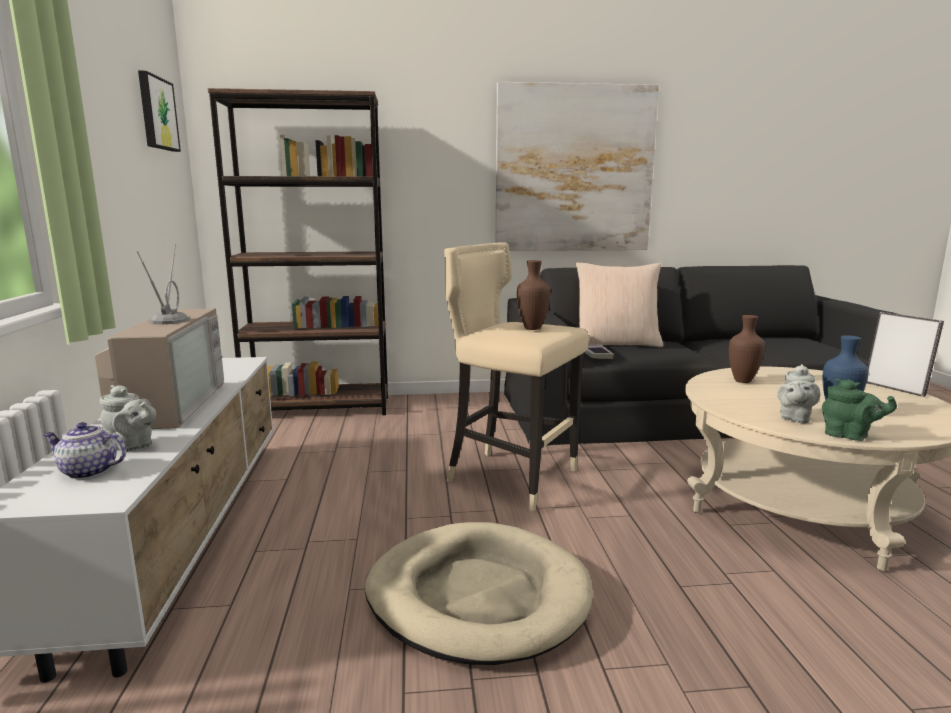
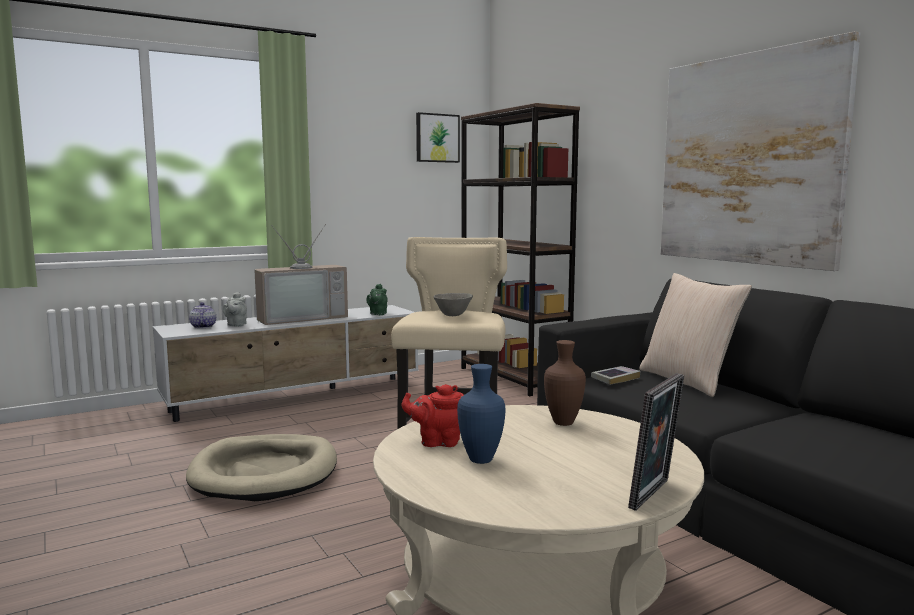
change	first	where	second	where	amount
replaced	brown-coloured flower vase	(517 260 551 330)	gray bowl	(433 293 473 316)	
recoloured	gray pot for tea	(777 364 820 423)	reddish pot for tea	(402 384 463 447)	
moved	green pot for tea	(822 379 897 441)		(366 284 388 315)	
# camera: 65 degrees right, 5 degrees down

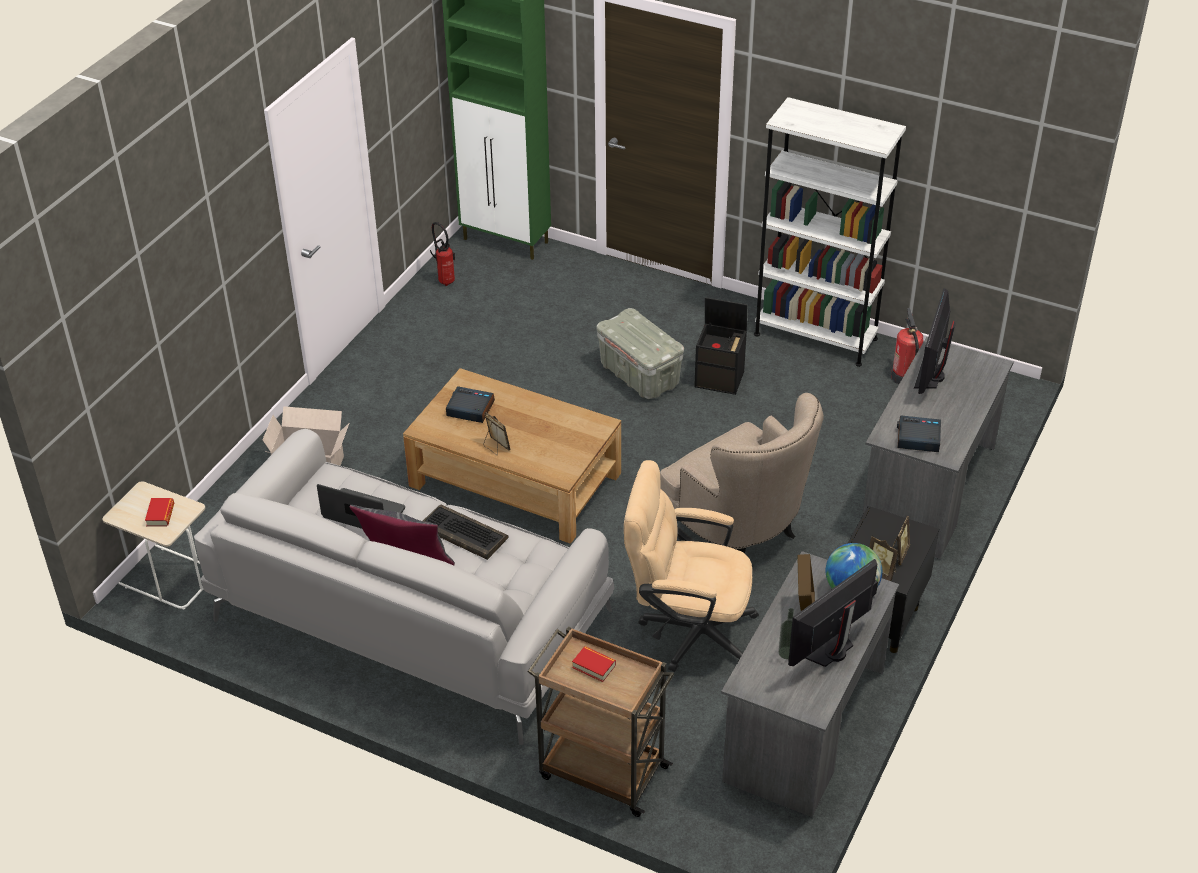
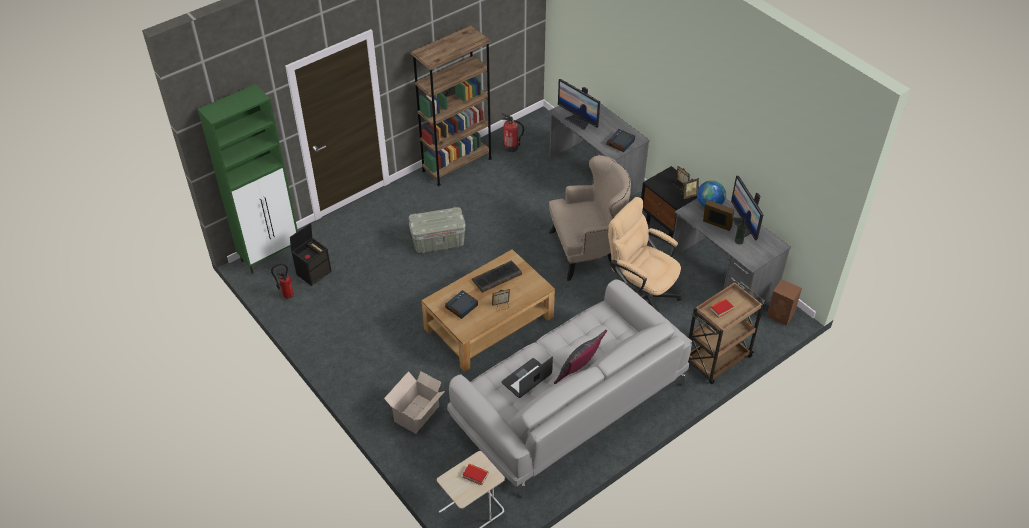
change	first	where	second	where	amount
recoloured	whitish bookshelf	(754 97 906 367)	brown-coloured bookshelf	(411 25 492 186)	
moved	black-coloured storage bin	(694 297 747 395)		(290 223 332 286)	
turned	sand-coloured desk chair	(624 460 759 672)		(608 197 682 313)	90 degrees clockwise
moved	computer keyboard	(423 505 508 560)		(472 261 522 293)	
added			brown-coloured audio speaker	(767 279 802 326)	
# camera: 65 degrees left, 5 degrees up

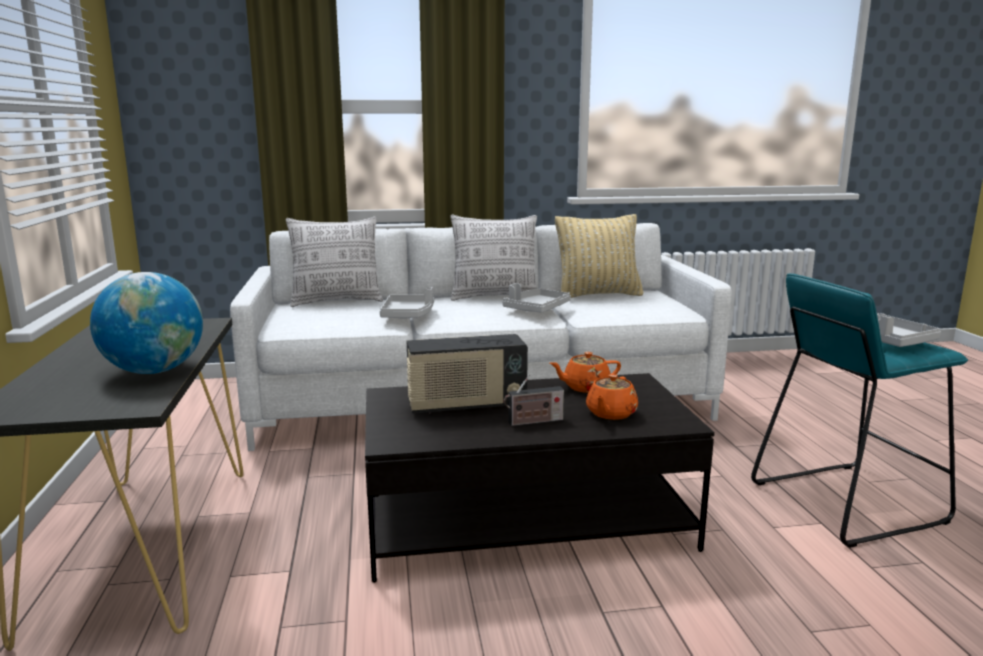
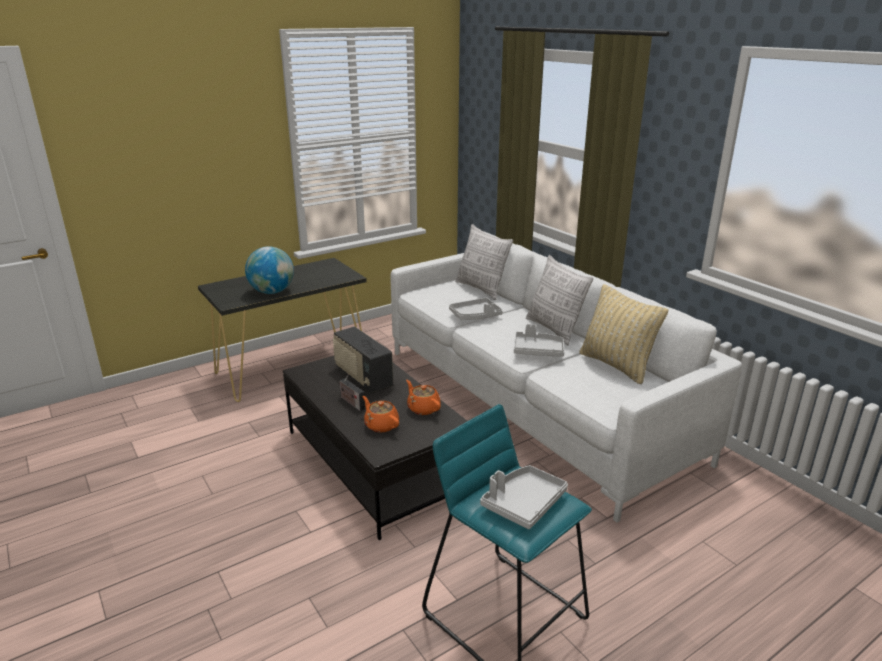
change	first	where	second	where	amount
turned	orangey pot for tea	(586 374 638 420)		(362 396 399 433)	45 degrees clockwise
# camera: 65 degrees right, 10 degrees up

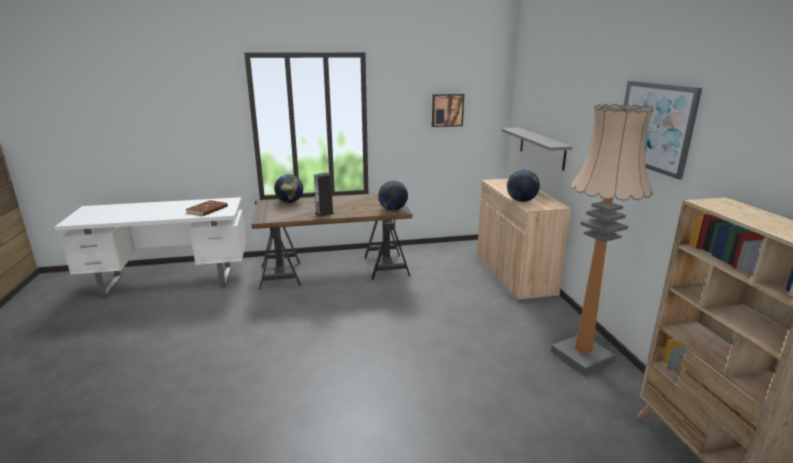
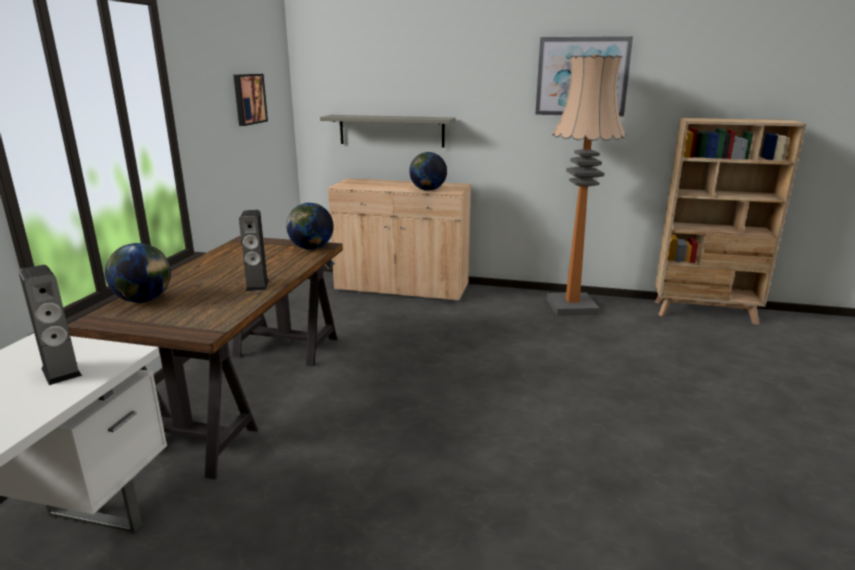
change	first	where	second	where	amount
replaced	brown-coloured volume	(186 200 228 216)	audio speaker	(18 265 82 385)	
# camera: 65 degrees left, 0 degrees up

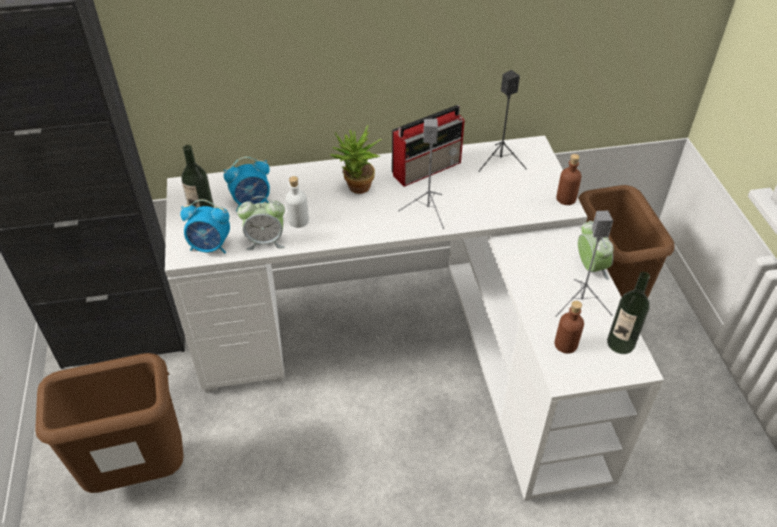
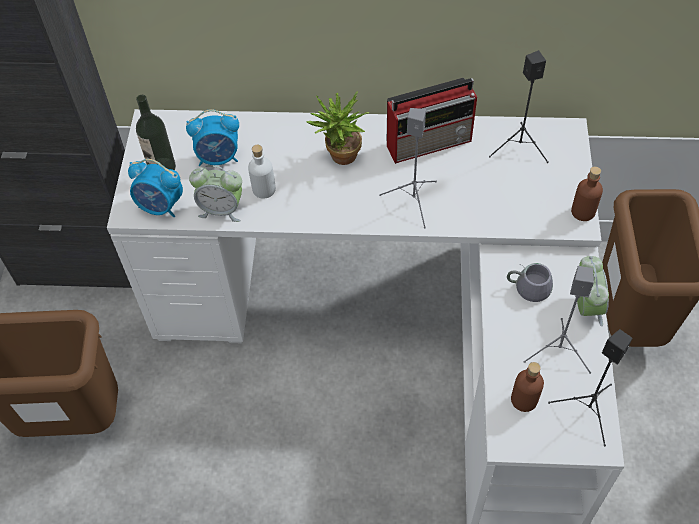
change	first	where	second	where	amount
replaced	beverage bottle	(607 272 650 354)	black-coloured audio speaker	(548 329 633 446)	
added			gray mug	(507 263 553 302)	
# camera: 15 degrees right, 10 degrees up

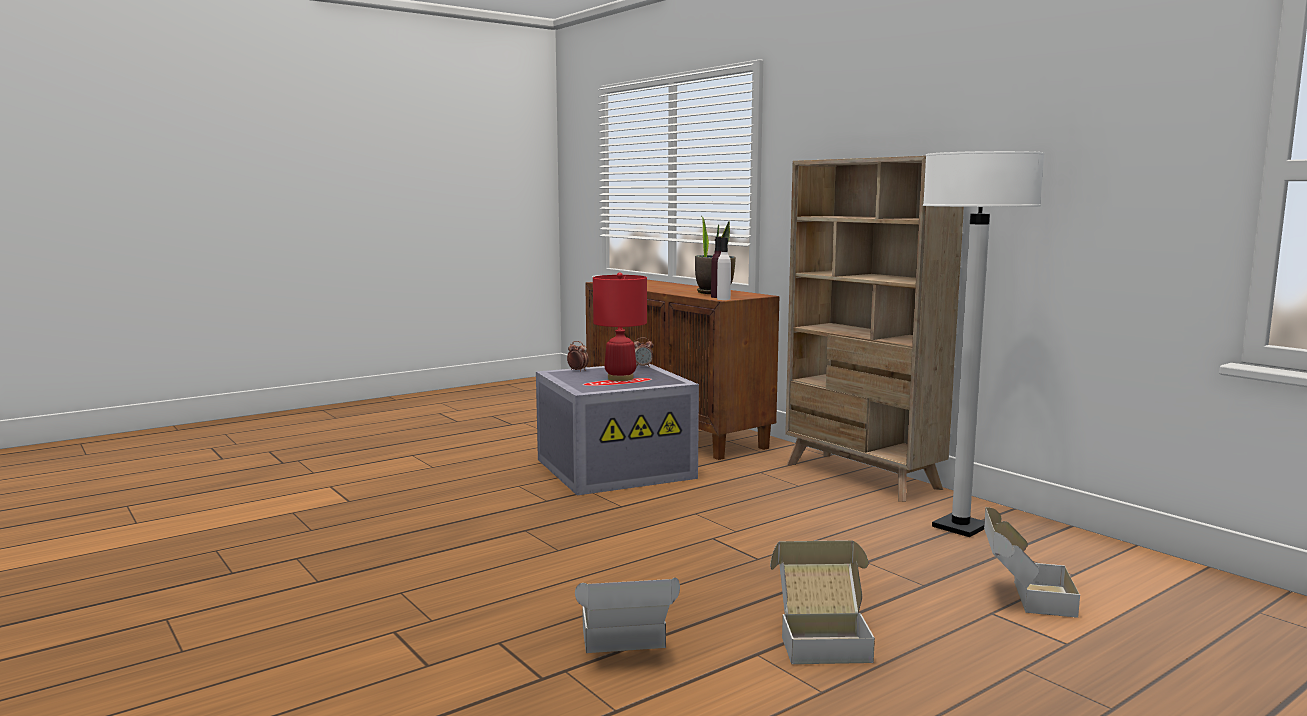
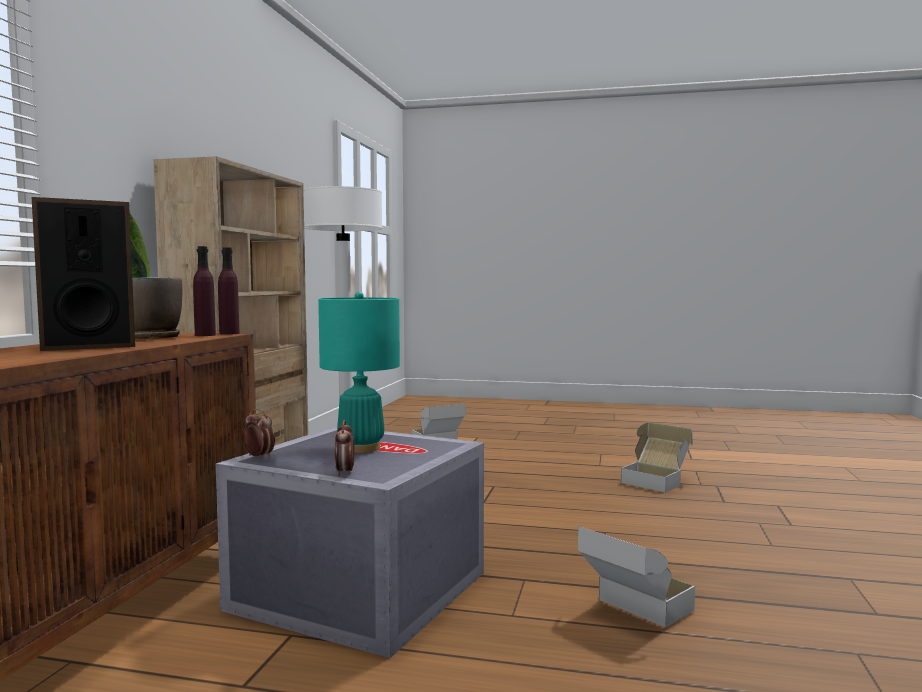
change	first	where	second	where	amount
recoloured	whitish beverage bottle	(717 238 731 300)	purple beverage bottle	(218 247 240 335)	
recoloured	reddish lamp for a table	(593 272 647 381)	turquoise-coloured lamp for a table	(318 292 400 453)	
moved	carton	(770 540 875 664)		(578 525 695 628)	
added			audio speaker	(31 197 135 351)	
# camera: 130 degrees left, 5 degrees down

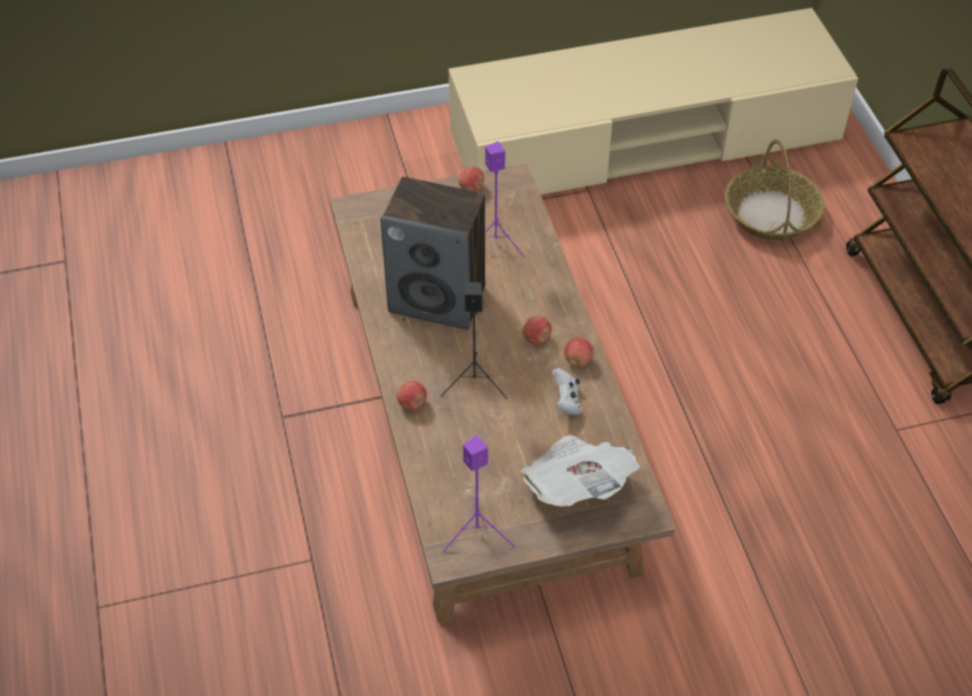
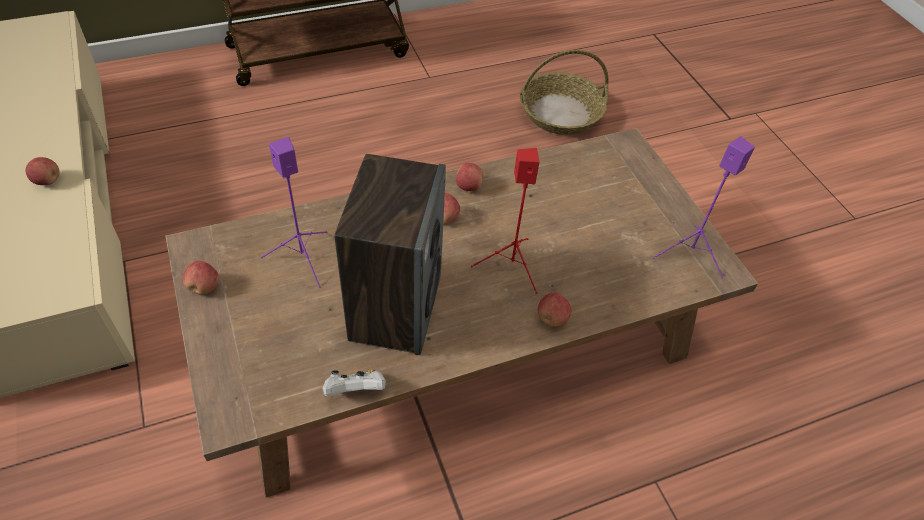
change	first	where	second	where	amount
moved	household basket	(725 139 824 240)		(520 50 609 135)	
recoloured	black-coloured audio speaker	(440 282 507 399)	reddish audio speaker	(471 148 539 294)	
moved	whitish gamepad	(552 368 582 415)		(323 369 386 397)	
removed	printed paper	(520 435 640 507)			
added			whole apple	(26 157 60 185)	
# camera: 100 degrees left, 0 degrees up

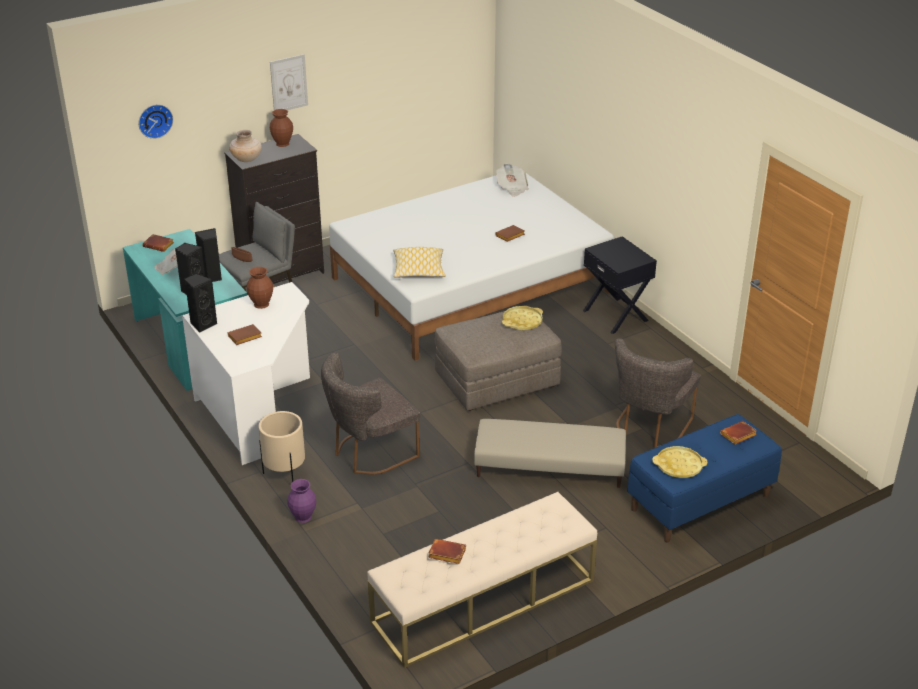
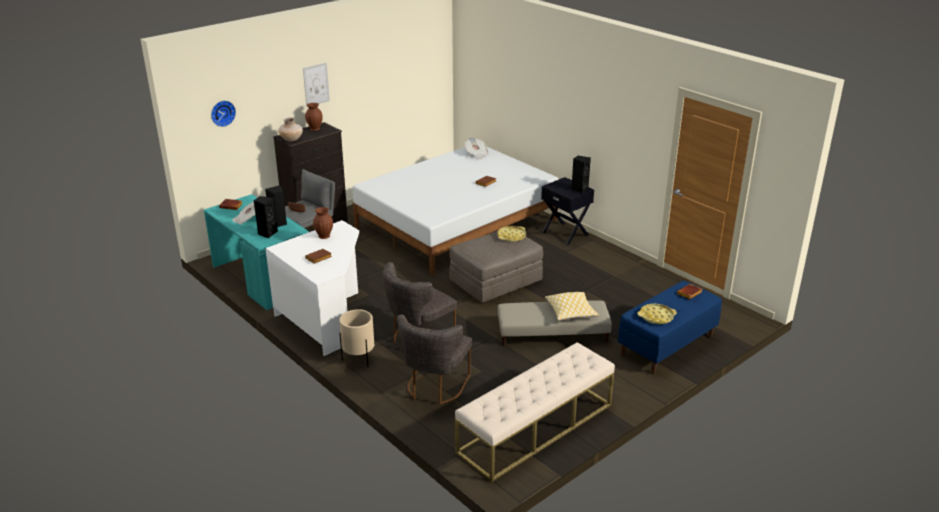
change	first	where	second	where	amount
moved	throw pillow	(393 247 446 278)		(545 292 599 321)	
moved	black-coloured audio speaker	(185 273 218 333)		(571 156 591 193)	
moved	gray upright chair	(615 338 701 448)		(397 314 472 405)	
removed	purple flower vase	(287 479 316 523)			
removed	brown-coloured volume	(428 539 466 564)			
# camera: 10 degrees left, 5 degrees down

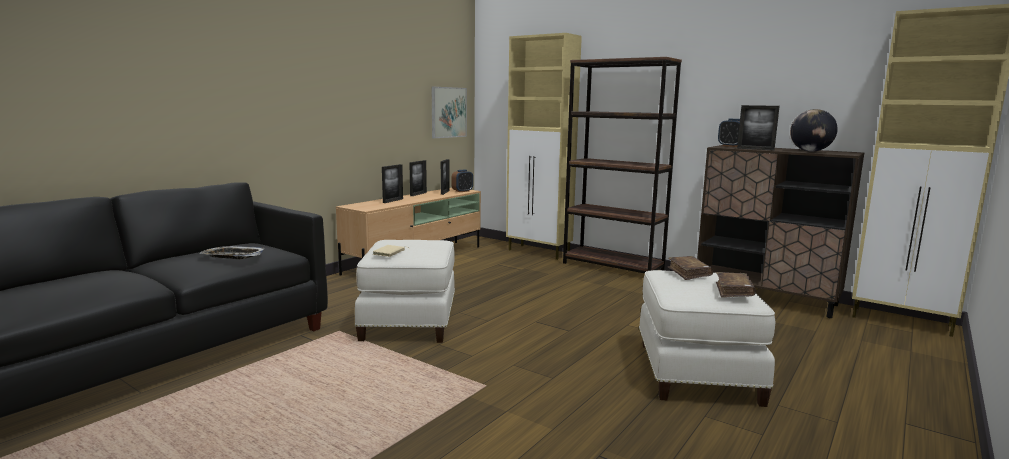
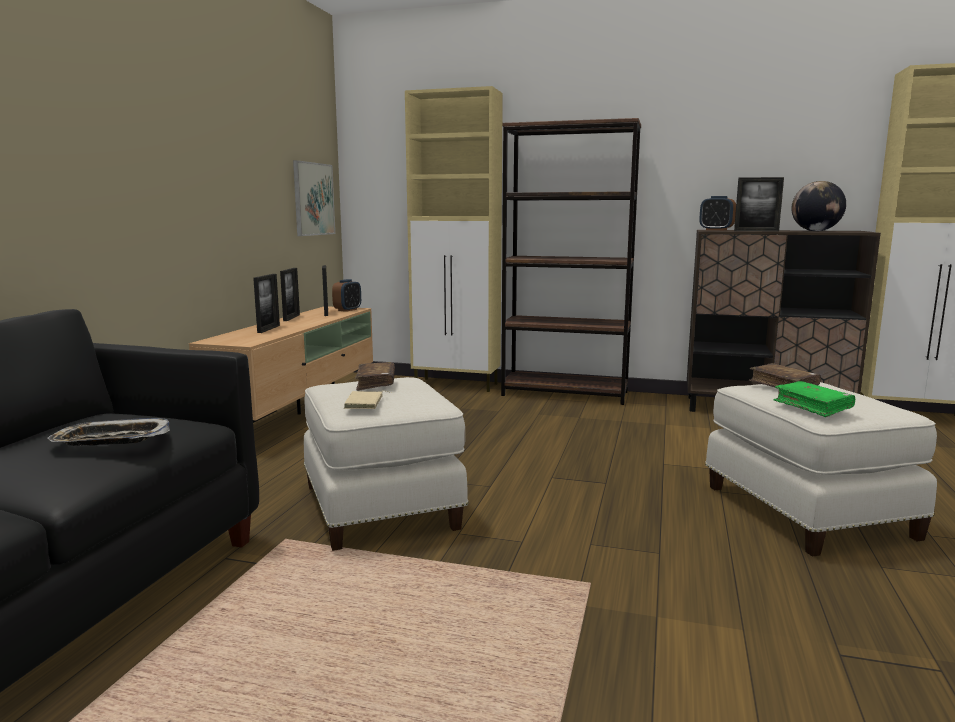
change	first	where	second	where	amount
moved	brown-coloured volume	(716 272 756 297)		(355 362 395 391)	
added			green volume	(774 381 855 417)	
# camera: 20 degrees left, 0 degrees up

